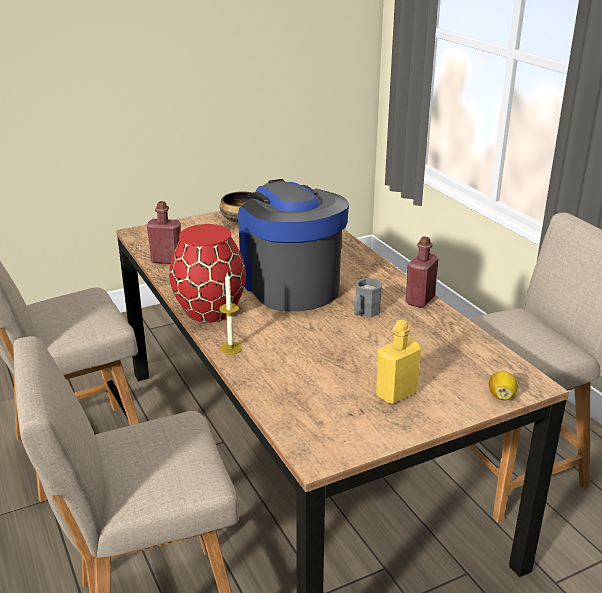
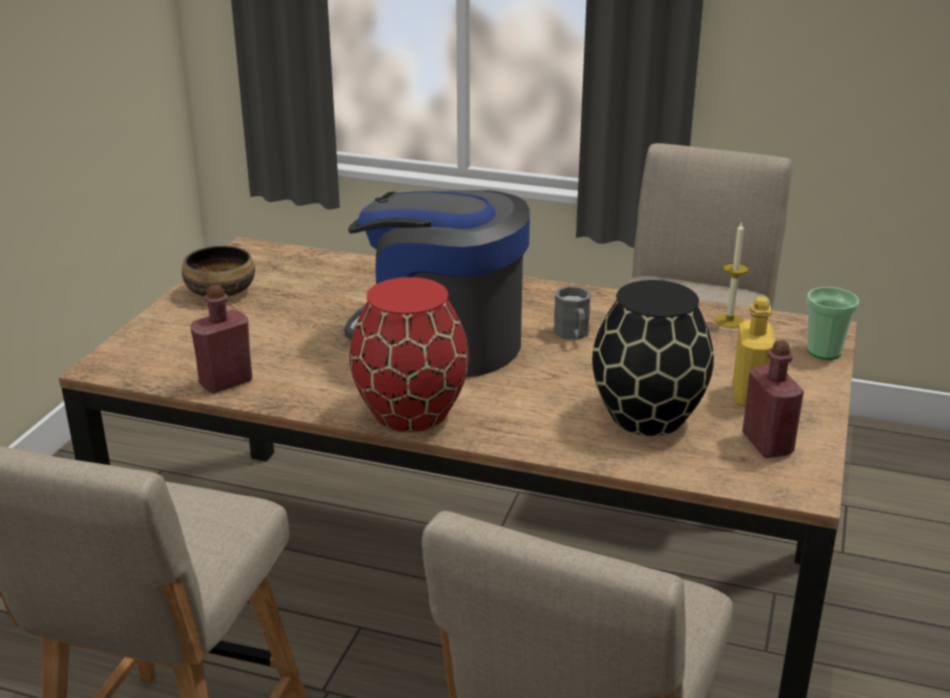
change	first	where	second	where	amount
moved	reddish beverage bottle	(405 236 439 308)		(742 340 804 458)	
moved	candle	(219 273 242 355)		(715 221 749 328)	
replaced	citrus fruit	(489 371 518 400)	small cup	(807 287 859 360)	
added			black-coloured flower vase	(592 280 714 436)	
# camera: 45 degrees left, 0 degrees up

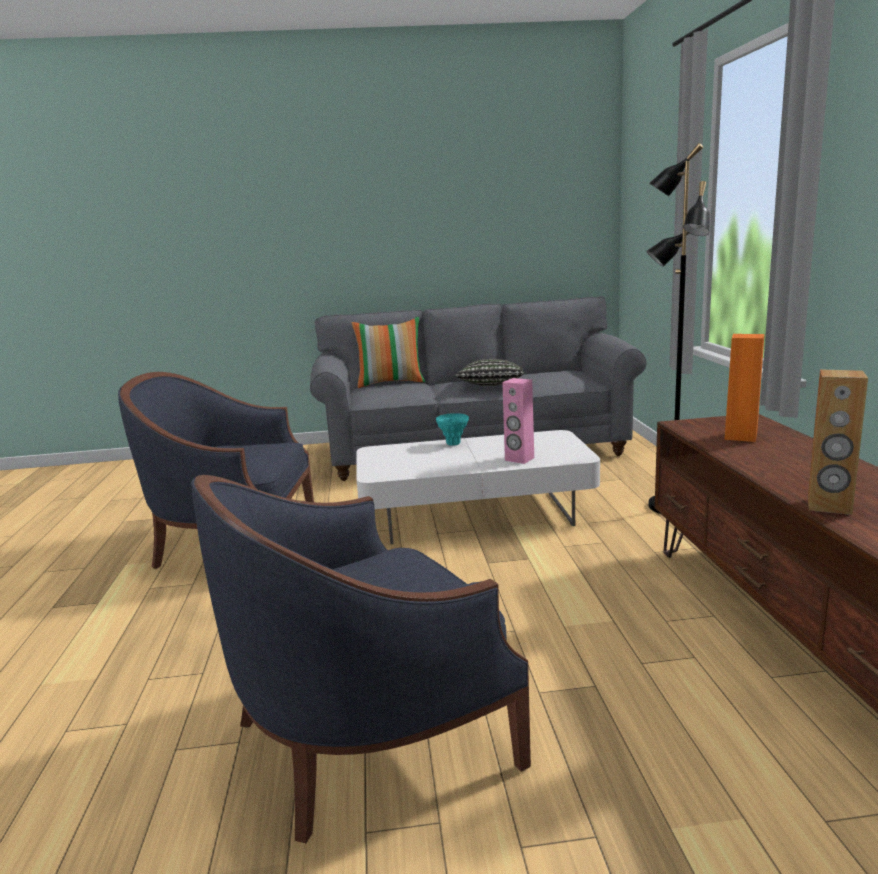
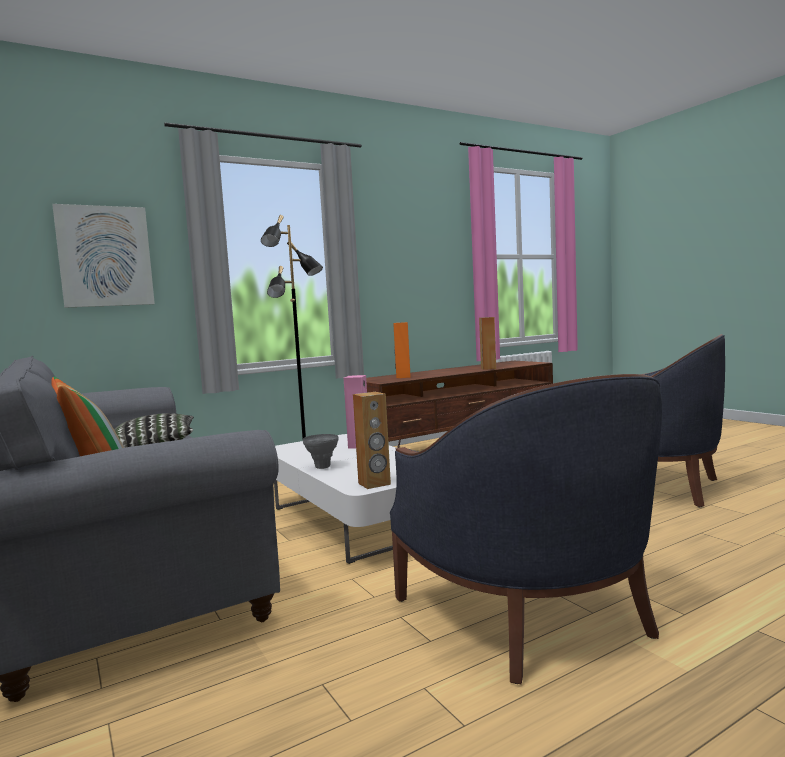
change	first	where	second	where	amount
recoloured	turquoise-coloured flower vase	(436 413 469 446)	gray flower vase	(303 434 339 469)	
added			wall picture	(52 204 155 308)	
added			brown-coloured audio speaker	(353 392 391 489)	
# camera: 115 degrees left, 10 degrees down

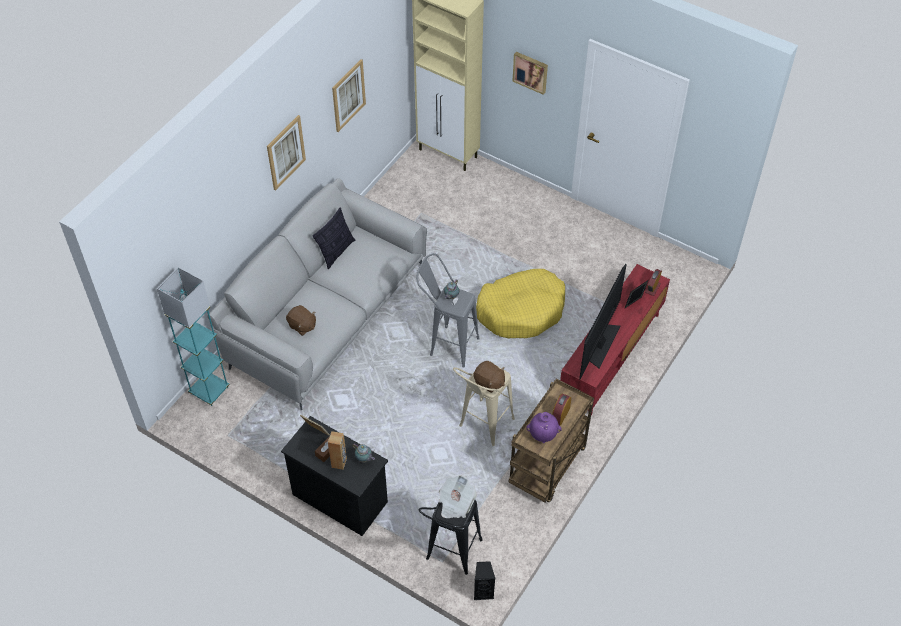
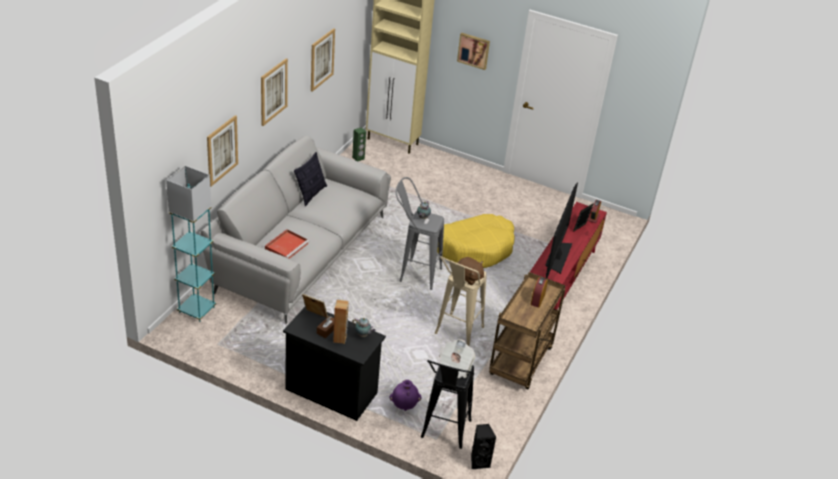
change	first	where	second	where	amount
replaced	brown-coloured cuddly toy	(286 305 316 336)	reddish serving tray	(265 229 309 259)	
moved	purple flower vase	(526 412 562 443)		(389 380 422 411)	
added			wall picture	(207 115 238 187)	
added			green audio speaker	(352 127 366 161)	
# camera: 10 degrees left, 15 degrees down

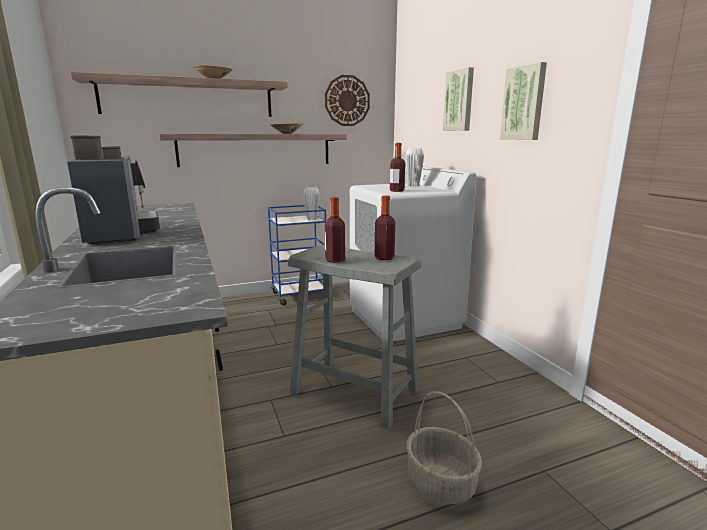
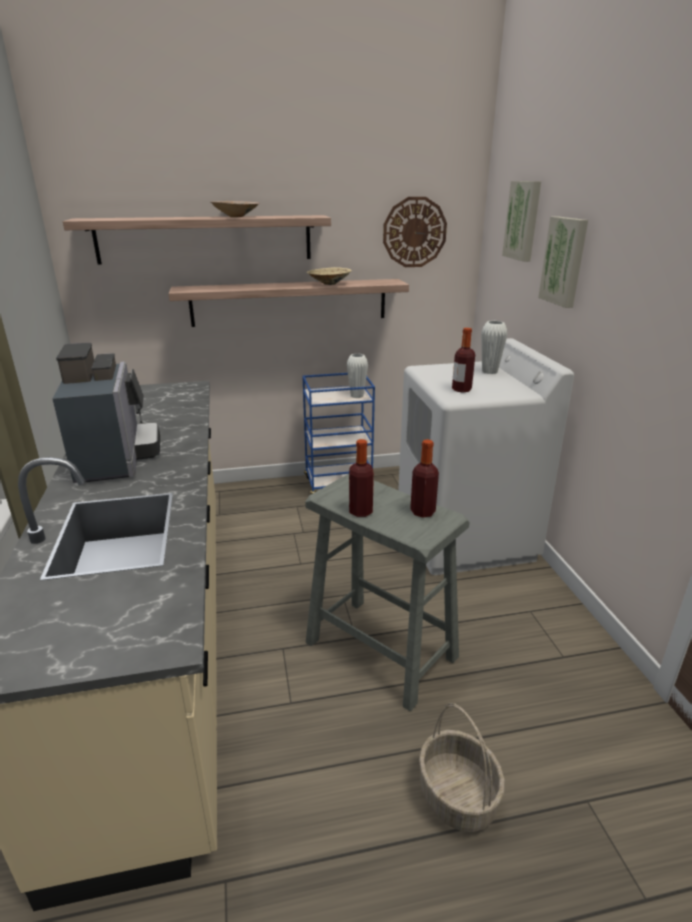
change	first	where	second	where	amount
moved	wall picture	(500 62 547 140)		(502 181 541 262)	
# camera: 10 degrees right, 10 degrees up

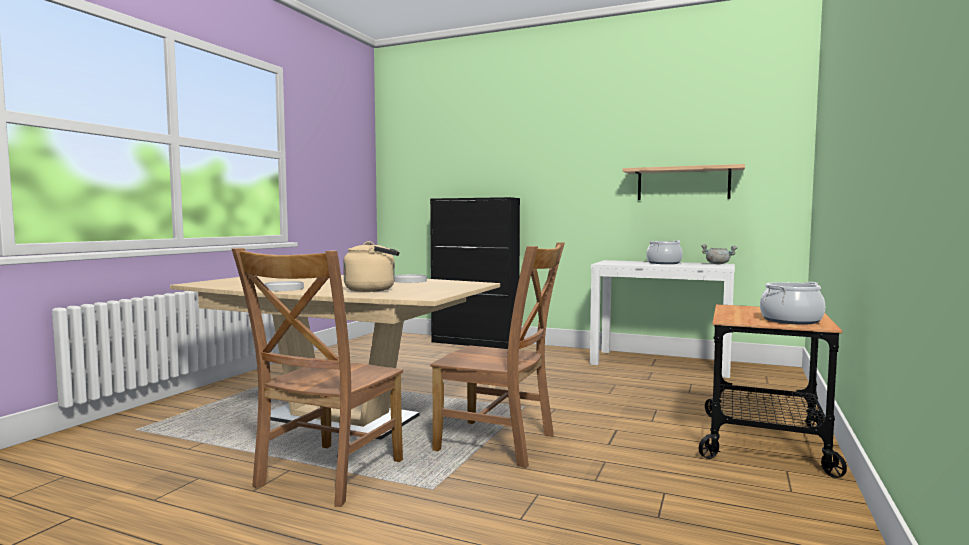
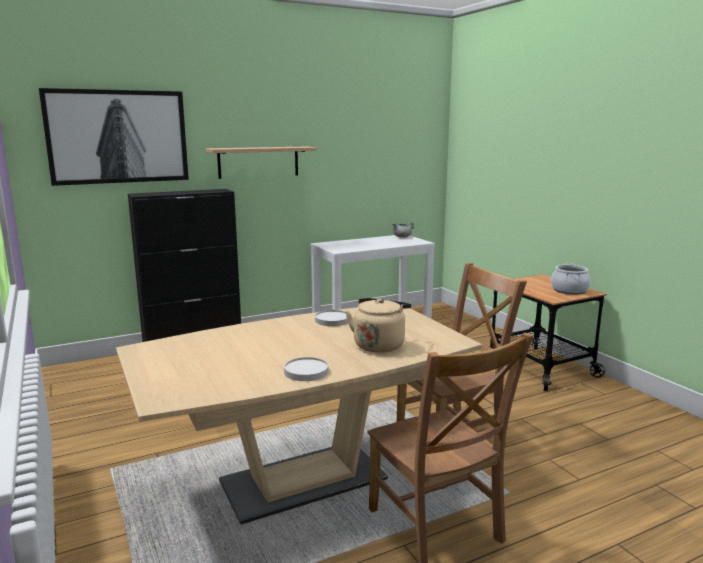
change	first	where	second	where	amount
moved	wall shelf	(623 164 745 200)		(206 146 317 179)	
removed	saucepot	(646 240 683 264)			
added			wall picture	(39 88 189 186)	
# camera: 50 degrees left, 10 degrees up

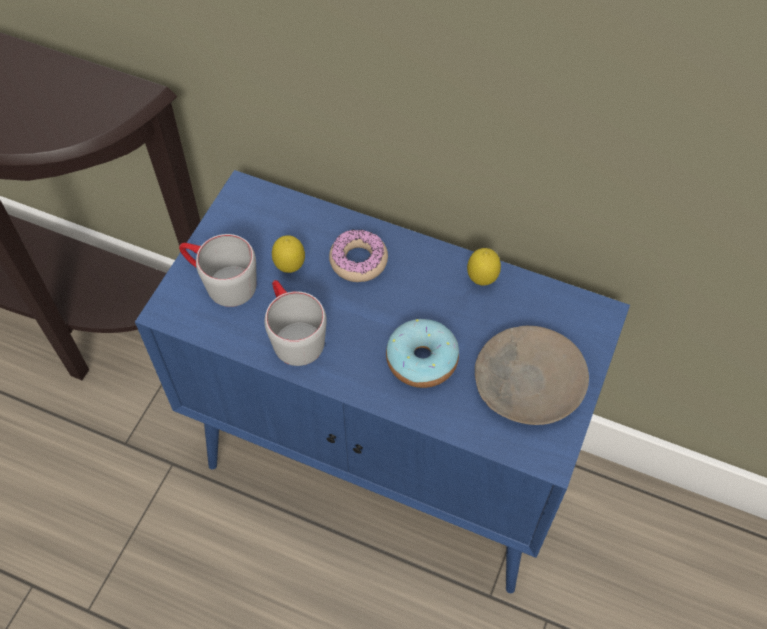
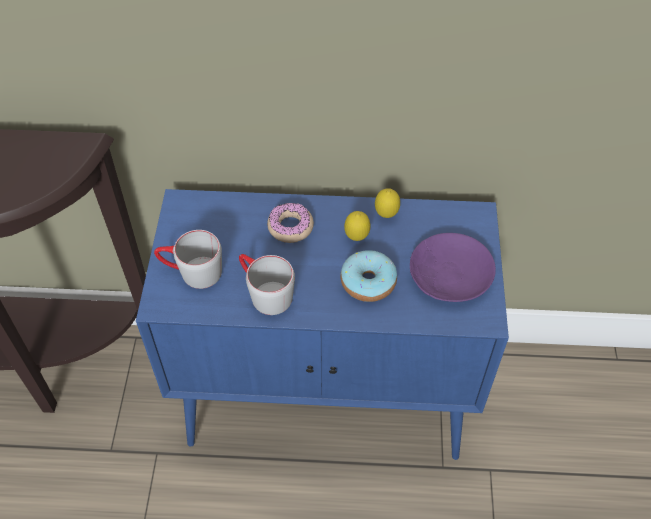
change	first	where	second	where	amount
moved	citrus fruit	(272 235 305 273)		(344 211 371 241)	
recoloured	sand-coloured dinner plate	(475 326 589 425)	purple dinner plate	(410 233 496 302)	
# camera: 20 degrees left, 5 degrees down

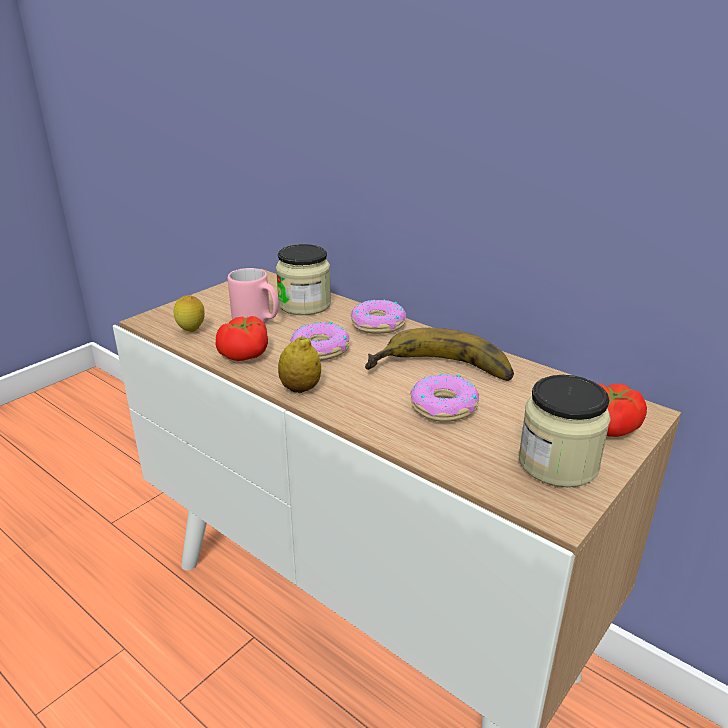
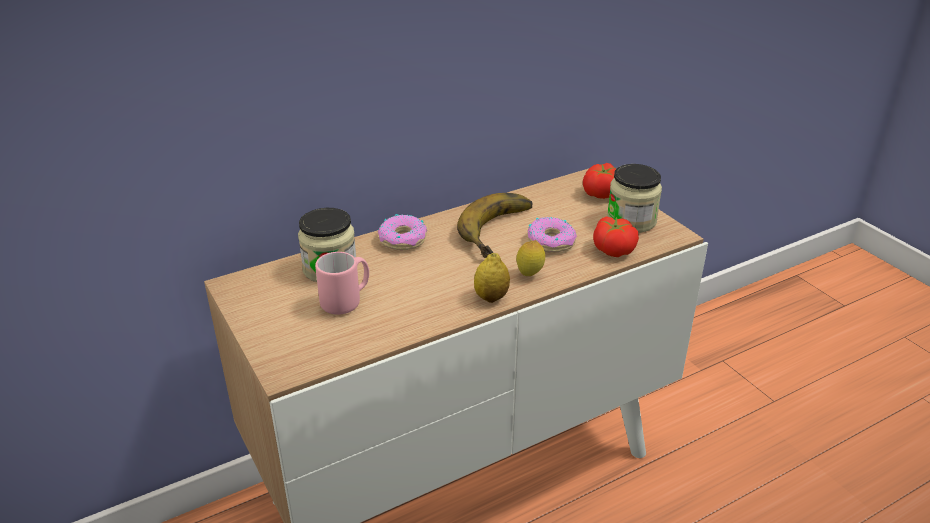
change	first	where	second	where	amount
moved	citrus fruit	(173 295 205 332)		(516 240 545 276)	
moved	whole tomato	(216 316 268 361)		(593 216 639 257)	
removed	doughnut	(290 322 350 361)			
# camera: 70 degrees left, 5 degrees up

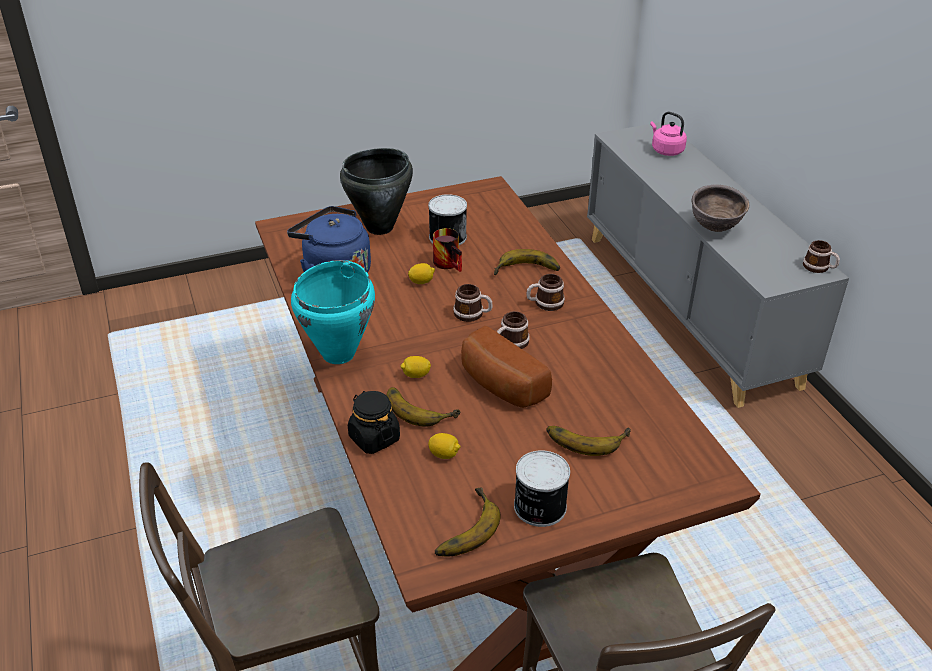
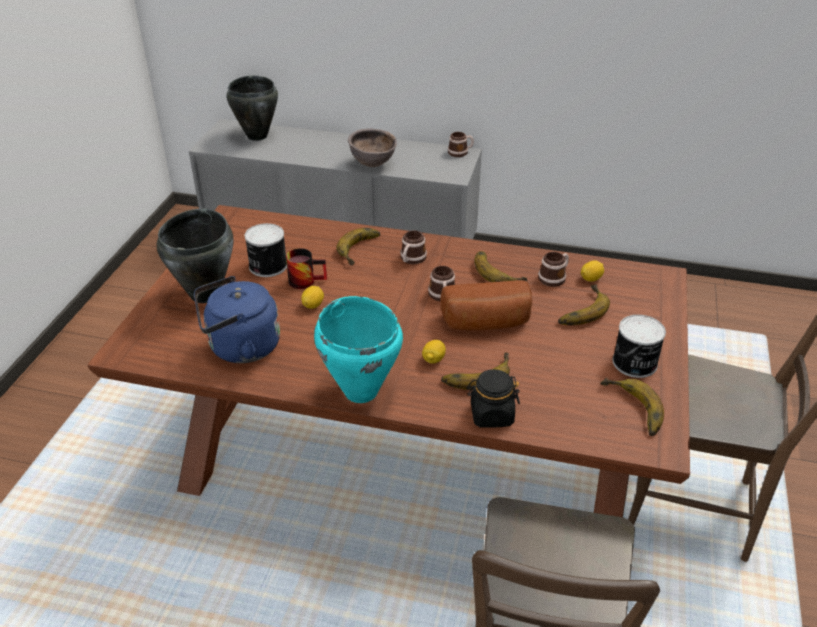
change	first	where	second	where	amount
replaced	pinkish tea kettle	(650 111 687 156)	black-coloured saucepot	(226 75 278 141)	
moved	mug	(453 284 493 322)		(538 252 569 287)	
moved	citrus fruit	(428 433 460 459)		(581 260 604 282)	
added			banana	(474 251 528 282)	
# camera: 55 degrees left, 0 degrees up

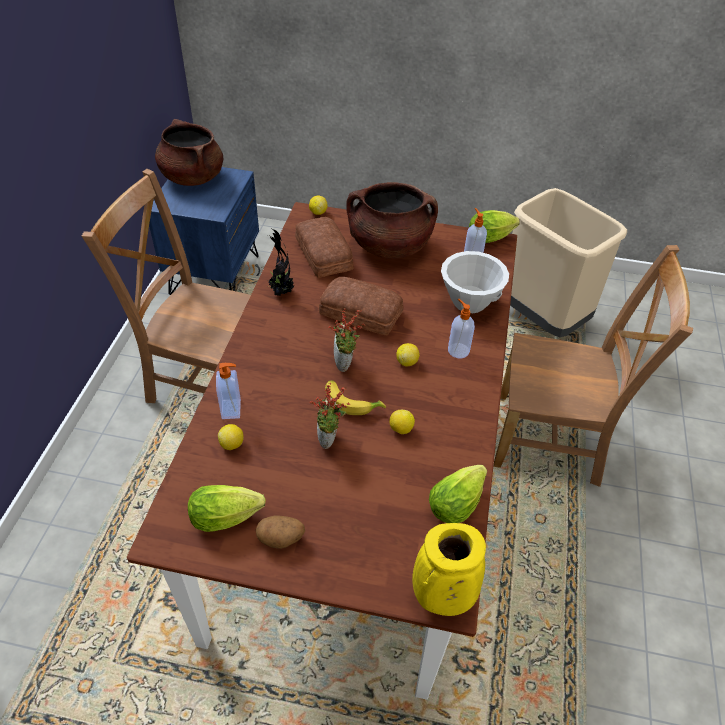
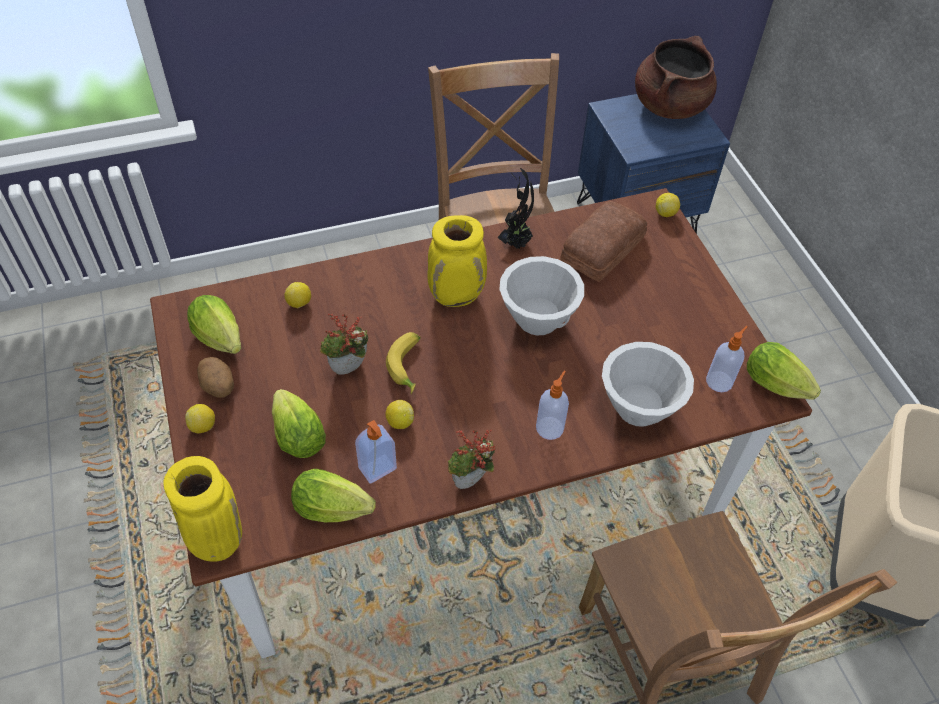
change	first	where	second	where	amount
removed	brown-coloured saucepot	(346 182 438 259)			
replaced	baked bread	(319 277 404 336)	whitish bowl	(499 256 584 335)	
moved	plant in a pot	(328 308 365 372)		(448 429 496 489)	
moved	citrus fruit	(396 343 420 366)		(185 404 215 433)	
moved	soap dispenser	(216 363 241 419)		(355 420 397 484)	
added			yellow-coloured flower vase	(427 215 487 307)	
added			lettuce head	(272 389 326 458)	
# camera: 60 degrees right, 5 degrees up

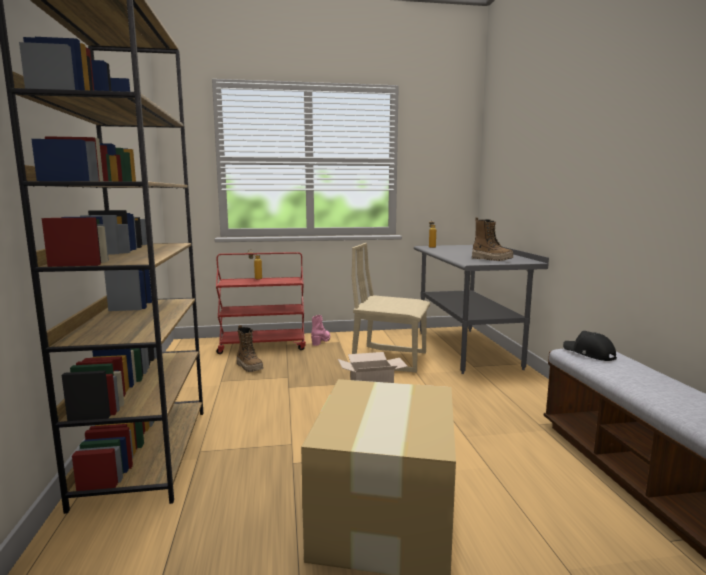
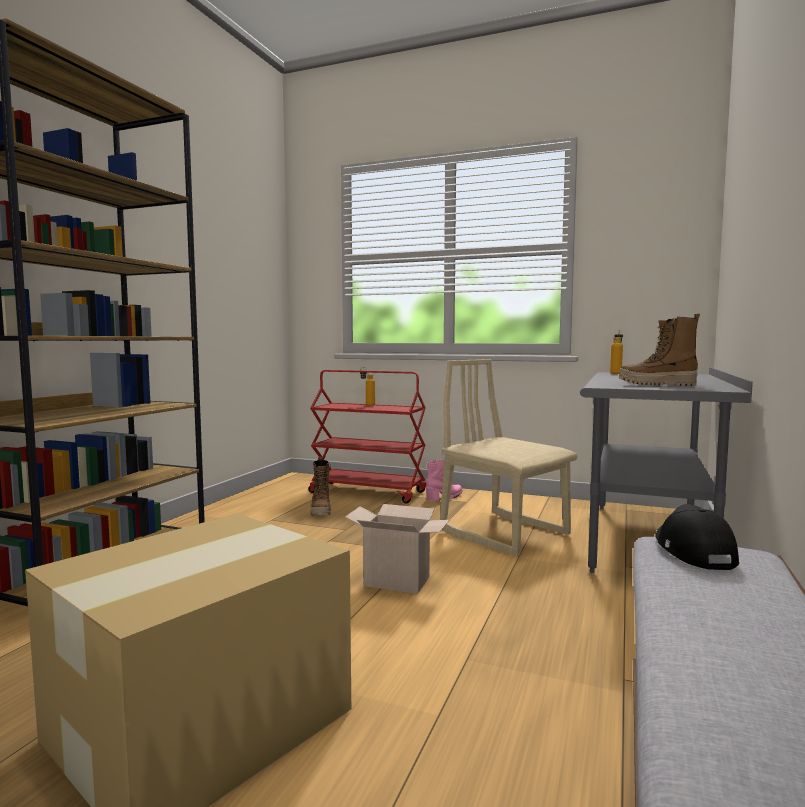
change	first	where	second	where	amount
turned	high-top boot	(472 217 513 261)		(619 314 700 386)	120 degrees clockwise
# camera: 30 degrees right, 5 degrees down

